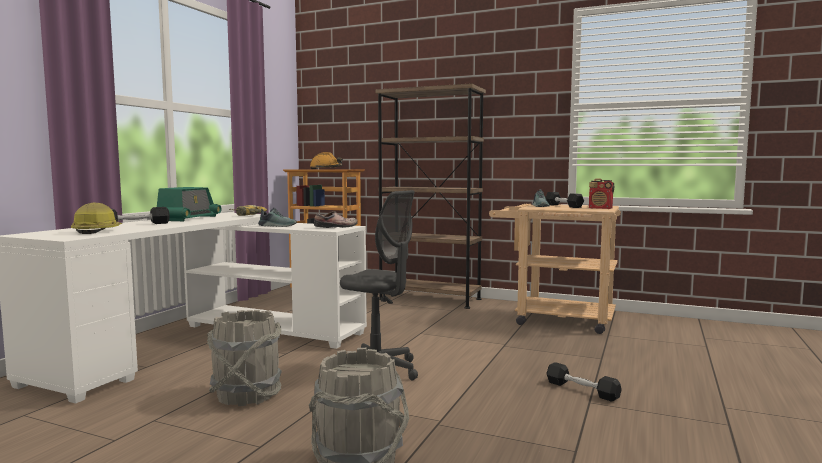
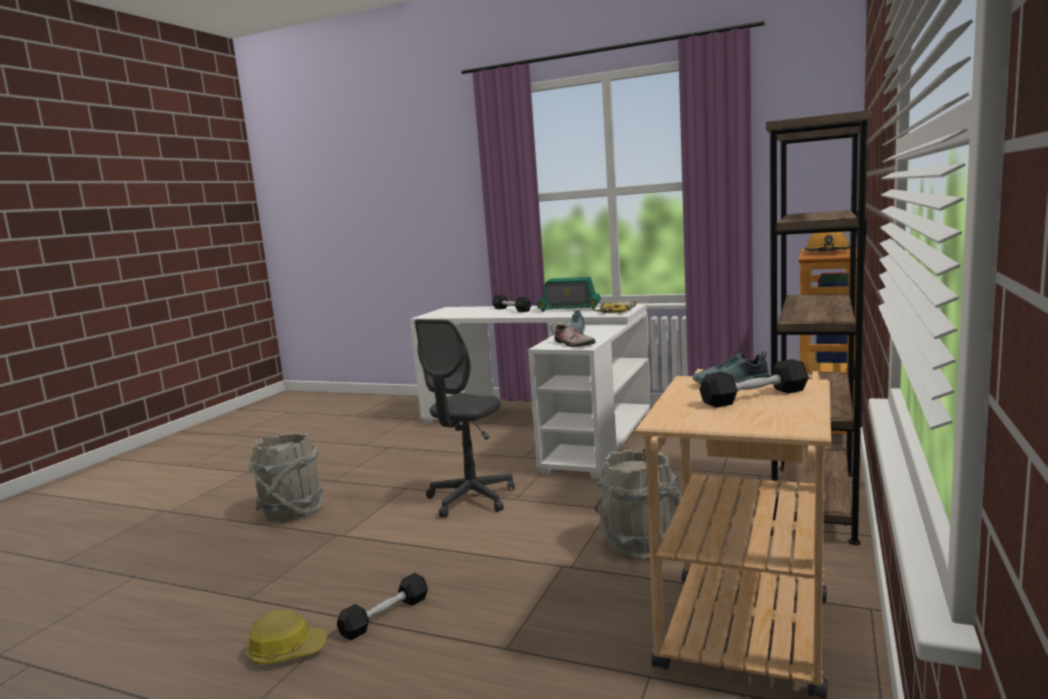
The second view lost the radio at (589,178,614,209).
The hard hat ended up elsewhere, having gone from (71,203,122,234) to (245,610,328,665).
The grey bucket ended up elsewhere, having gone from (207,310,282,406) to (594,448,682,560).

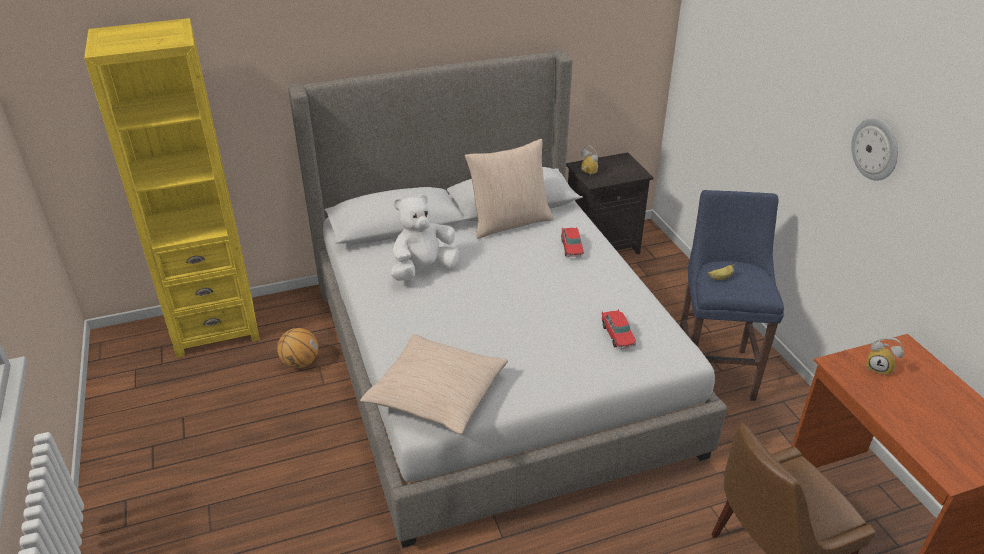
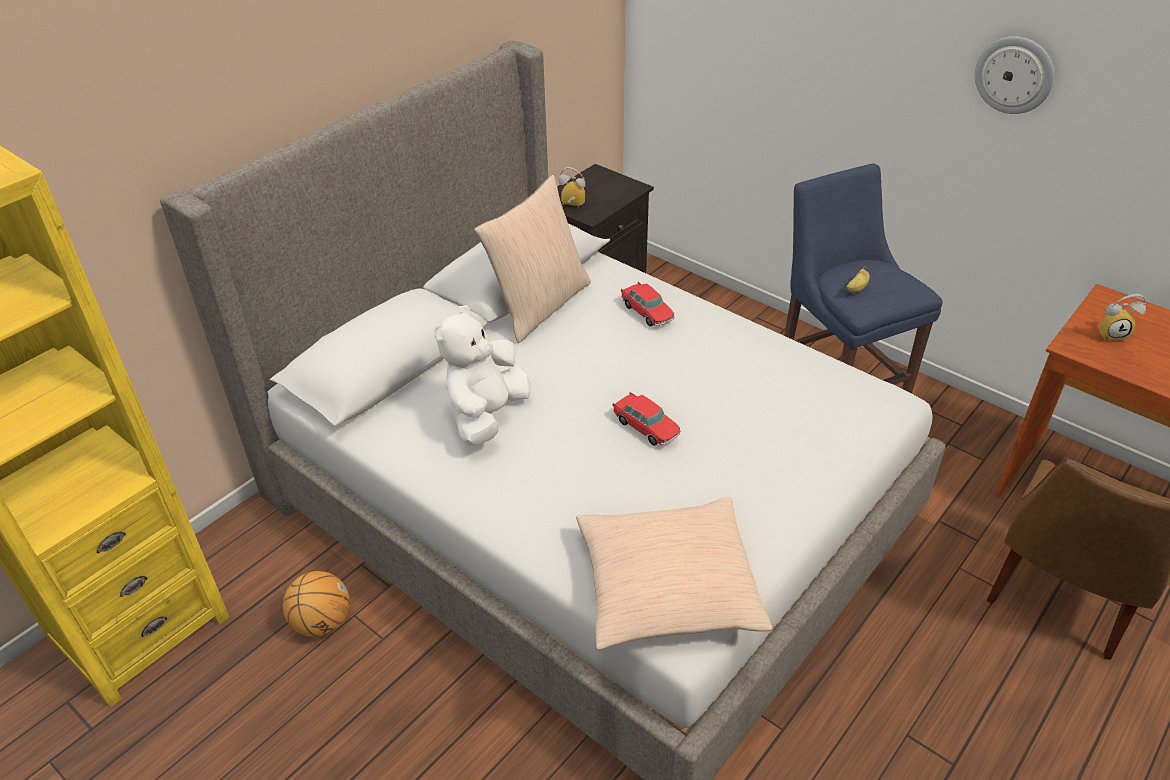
The miniature car ended up elsewhere, having gone from (602,309,636,349) to (612,392,681,446).

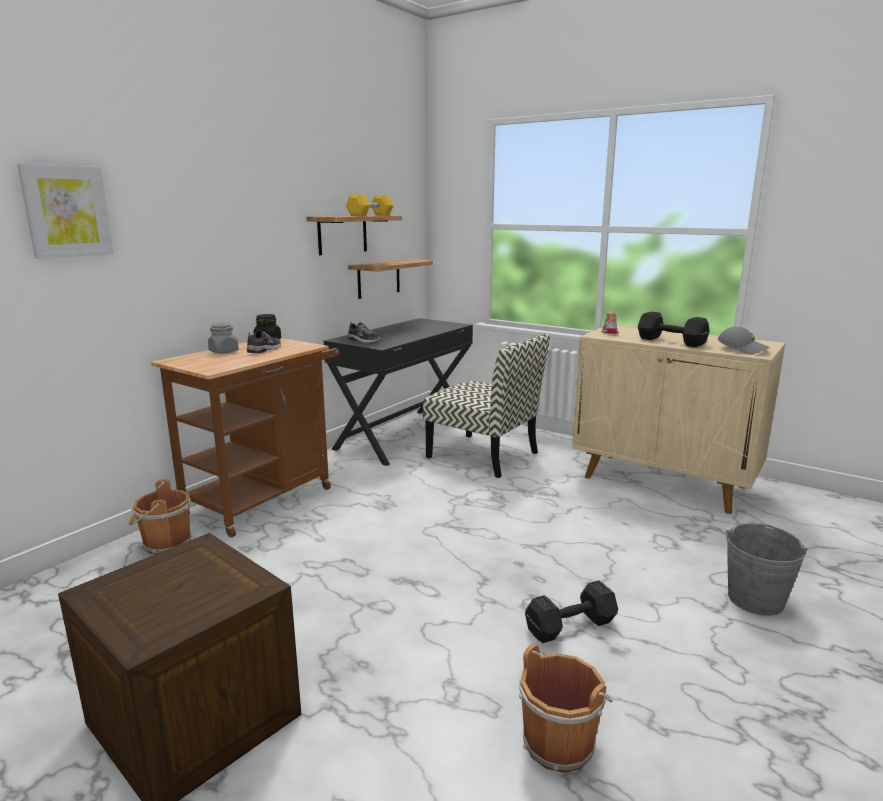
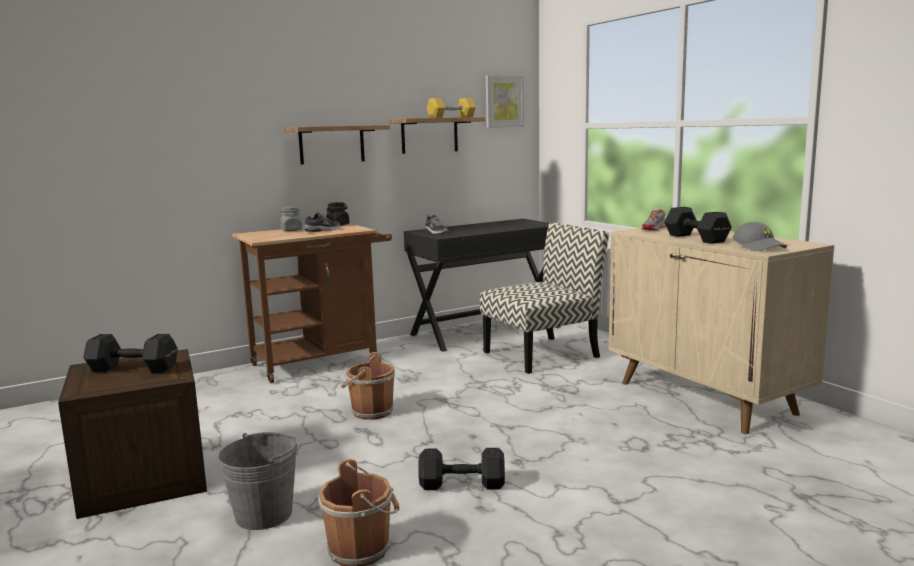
The picture ended up elsewhere, having gone from (17,163,114,259) to (486,75,524,128).
The wall shelf ended up elsewhere, having gone from (348,259,433,299) to (285,125,390,164).
The plain chair at (423,333,550,478) ended up facing another way, 90 degrees counterclockwise from before.
The brown-coloured bucket ended up elsewhere, having gone from (129,479,191,554) to (341,352,395,420).
The grey bucket ended up elsewhere, having gone from (726,523,808,616) to (218,432,297,530).
The second view gained the black dumbbell at (83,334,178,373).

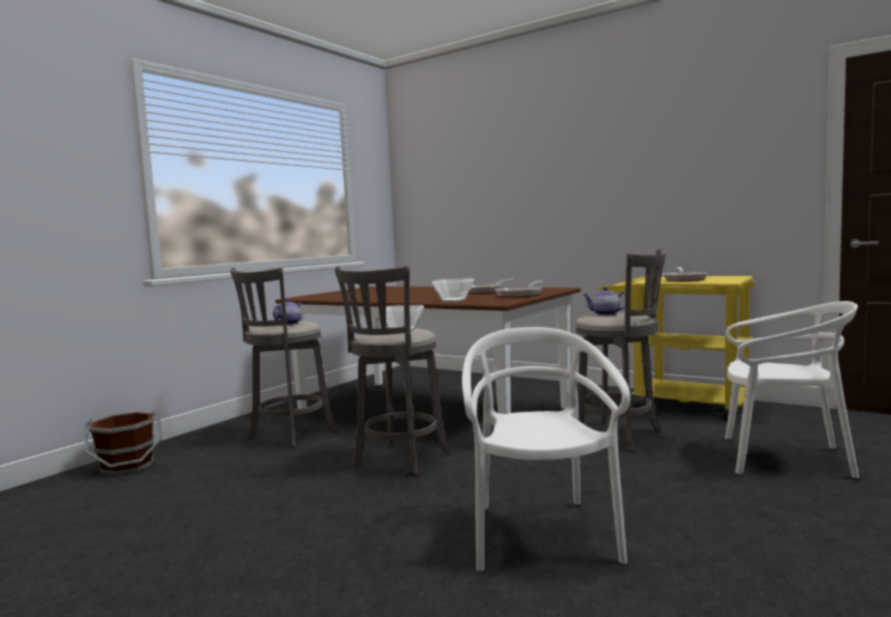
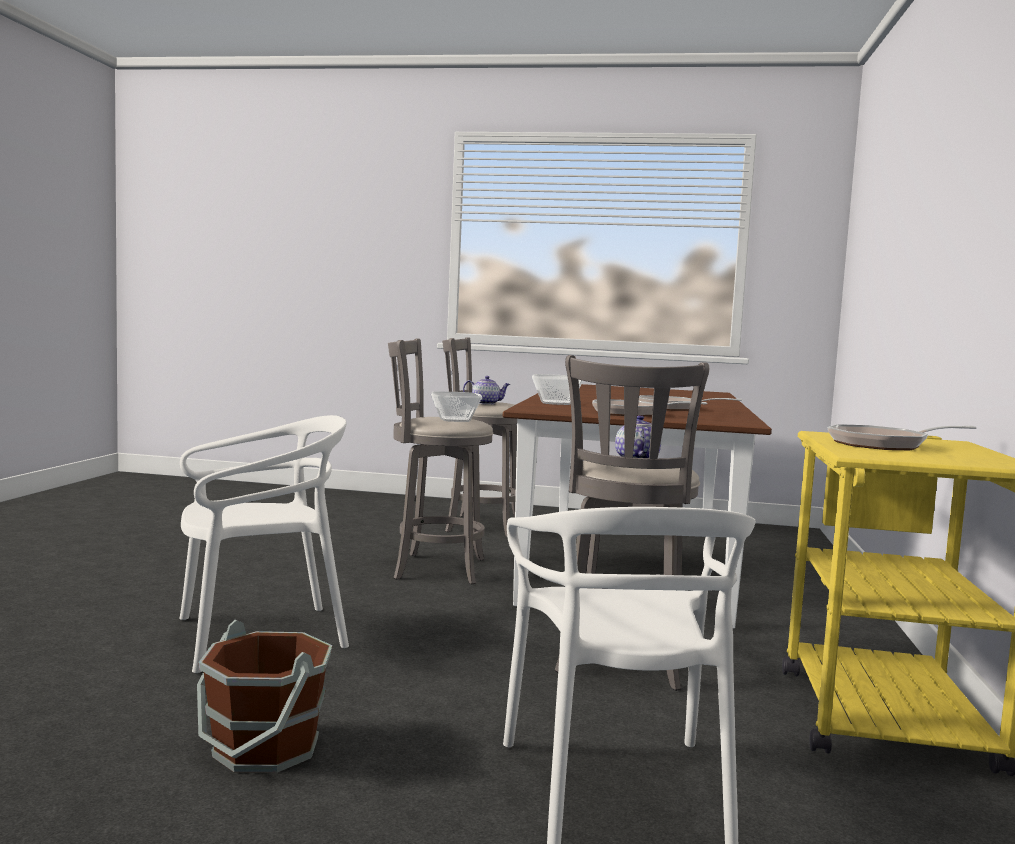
The brown-coloured bucket ended up elsewhere, having gone from (84,407,162,475) to (197,620,332,773).

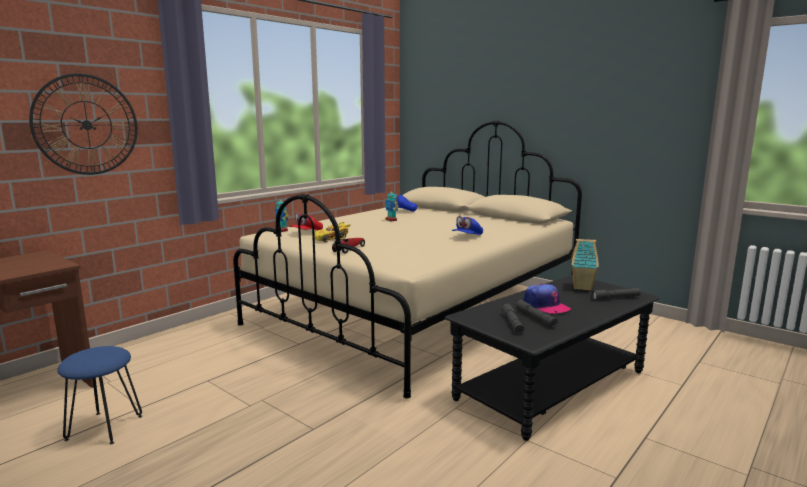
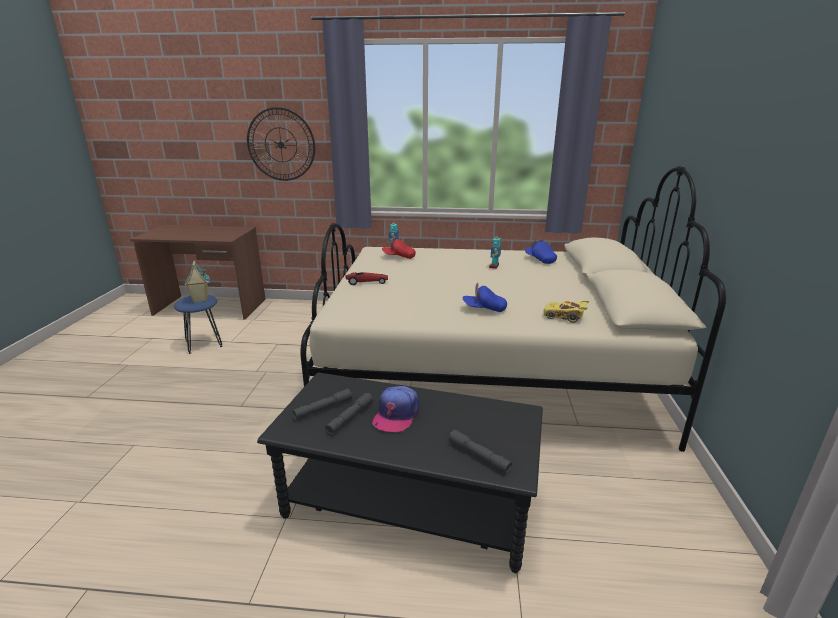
The yellow-coloured miniature car ended up elsewhere, having gone from (314,222,351,242) to (544,301,589,323).
The miniature house ended up elsewhere, having gone from (571,239,599,291) to (184,261,210,303).

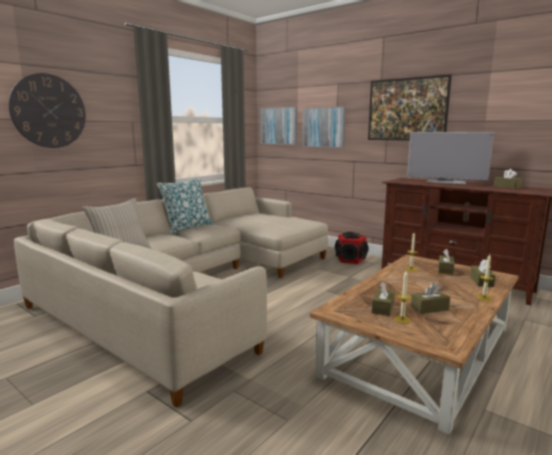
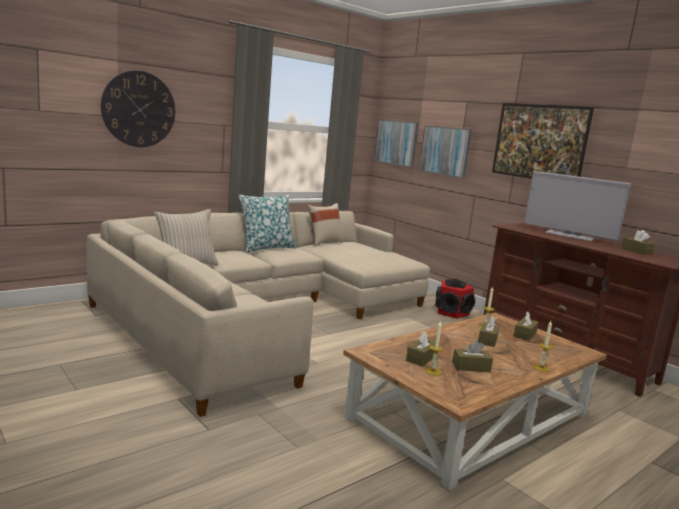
The brown-coloured box of tissues ended up elsewhere, having gone from (470,259,495,287) to (478,316,500,347).
The second view gained the beige-coloured cushion at (307,203,343,247).

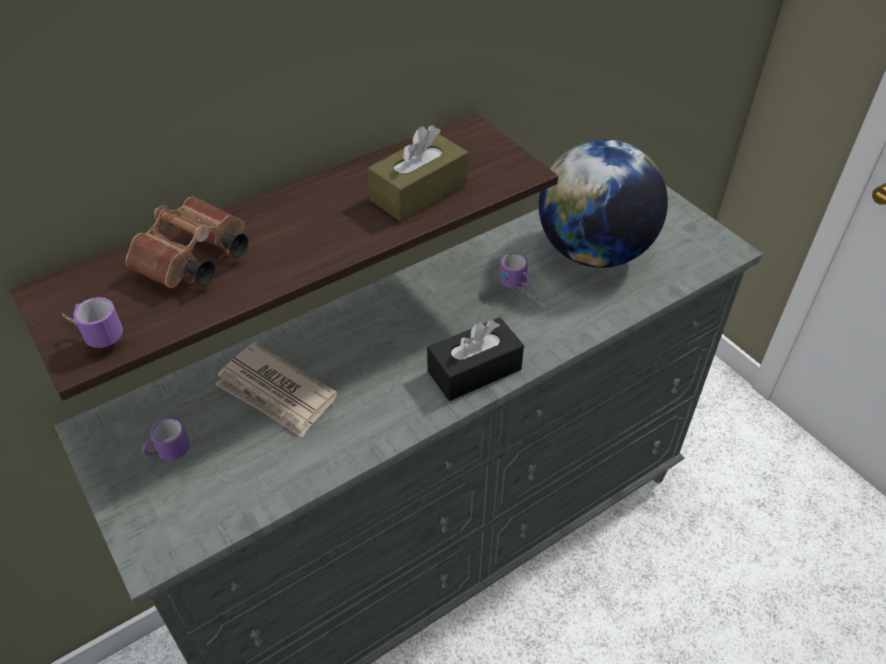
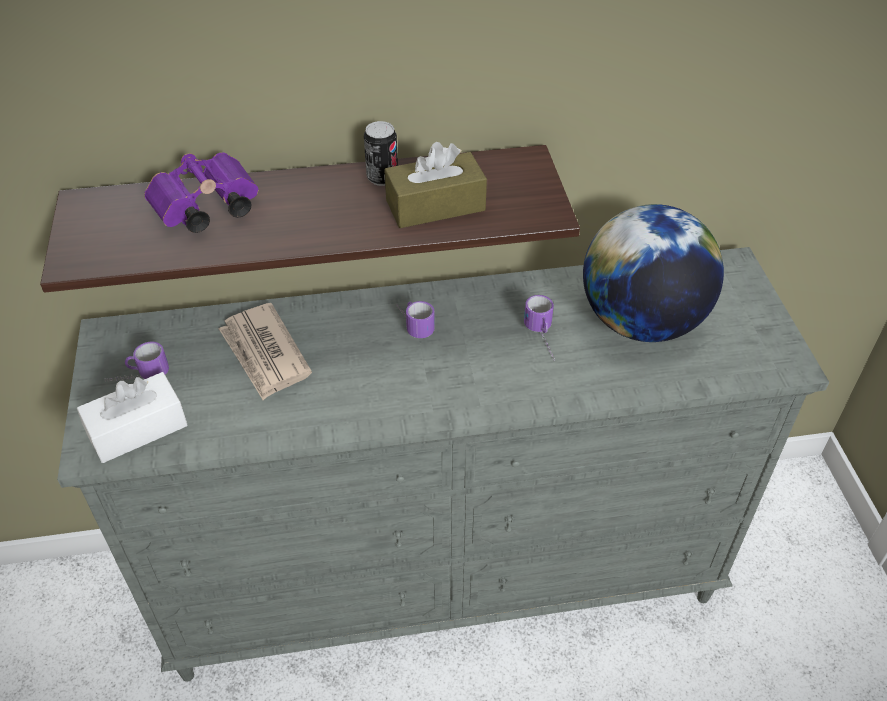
What was the brown-coloured field glasses at (125,196,248,288) turned into the purplish field glasses at (144,152,258,233).
The mug ended up elsewhere, having gone from (62,297,123,348) to (396,301,435,338).
The second view lost the black box of tissues at (427,317,524,401).
The second view gained the can at (364,121,398,186).
The second view gained the white-coloured box of tissues at (77,372,187,463).

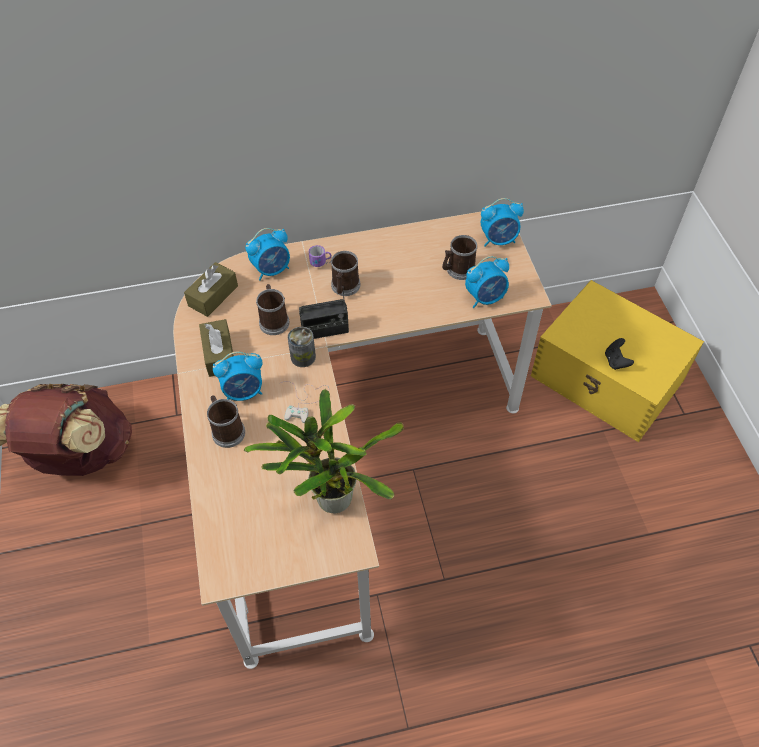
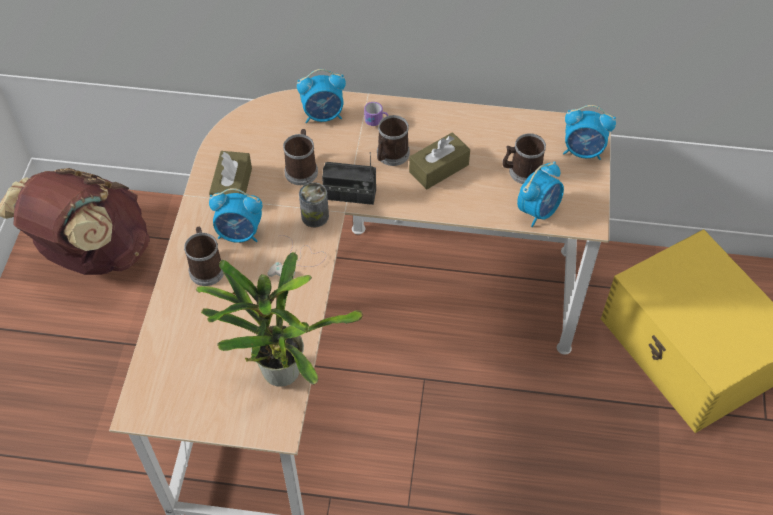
The bedside clock at (465,256,509,308) ended up facing another way, 45 degrees counterclockwise from before.
The brown-coloured box of tissues ended up elsewhere, having gone from (184,262,238,317) to (409,132,470,189).
The second view lost the black game controller at (605,338,634,370).

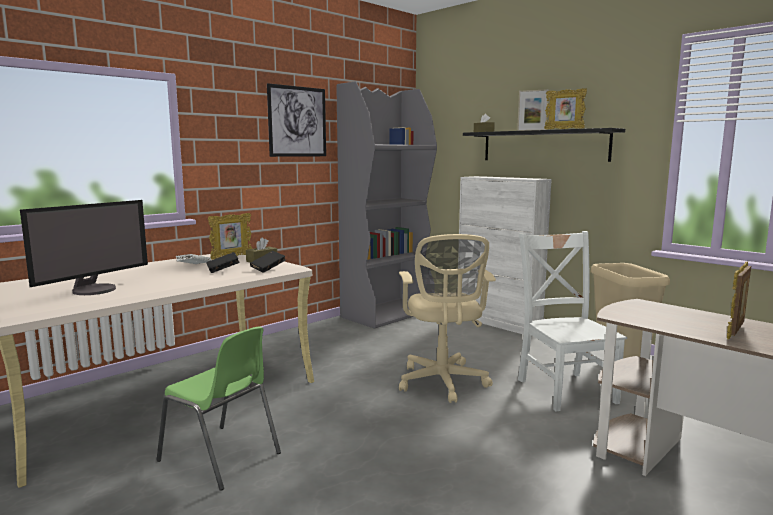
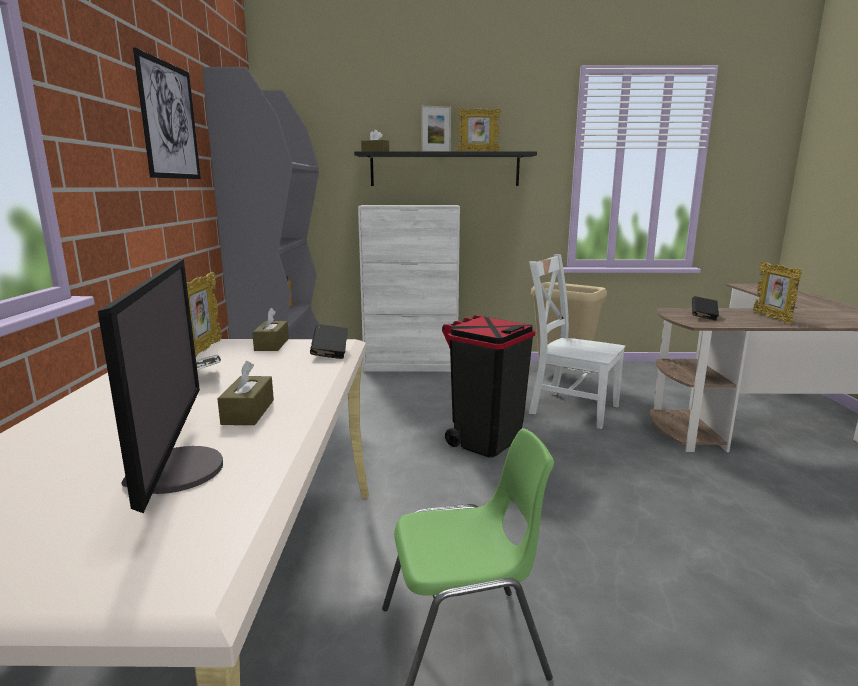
Where the beige-coloured desk chair stood at (399,234,496,403), the black waste bin came to stand at (442,315,535,458).
The black volume ended up elsewhere, having gone from (206,252,240,273) to (692,296,719,321).
The second view gained the brown-coloured box of tissues at (217,361,274,425).

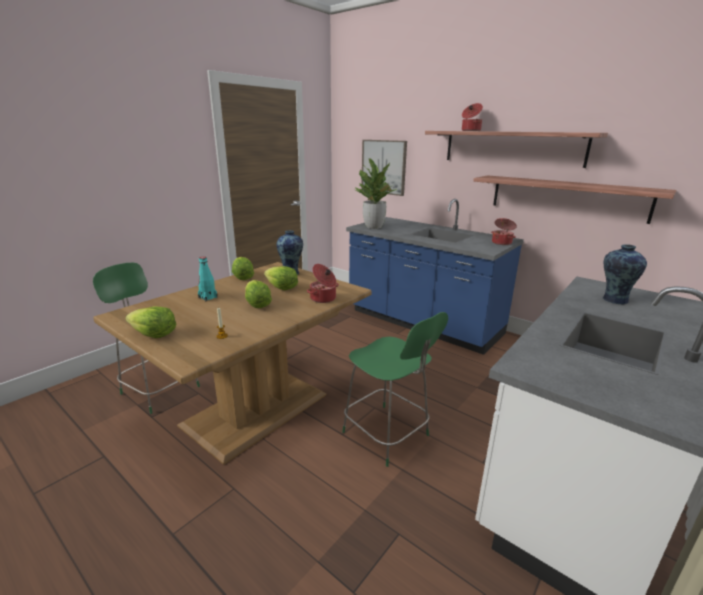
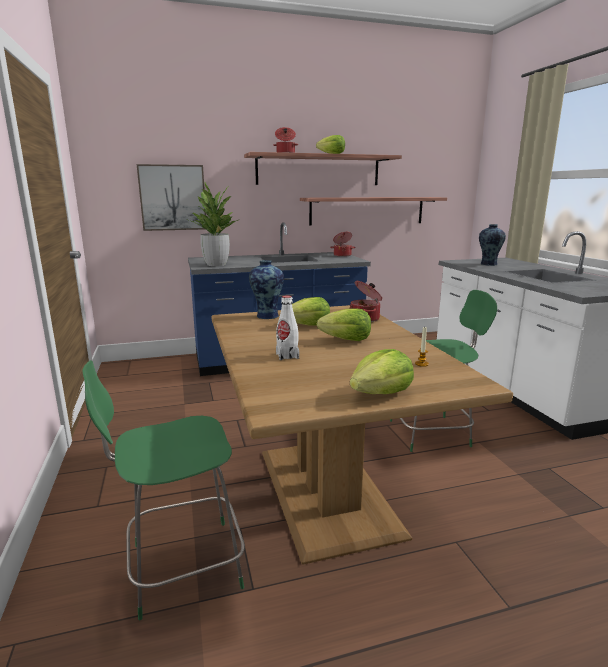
What was the blue-green drink bottle at (198,257,218,301) turned into the white-coloured drink bottle at (276,295,299,360).
The lettuce ended up elsewhere, having gone from (232,257,254,280) to (316,135,345,154).

